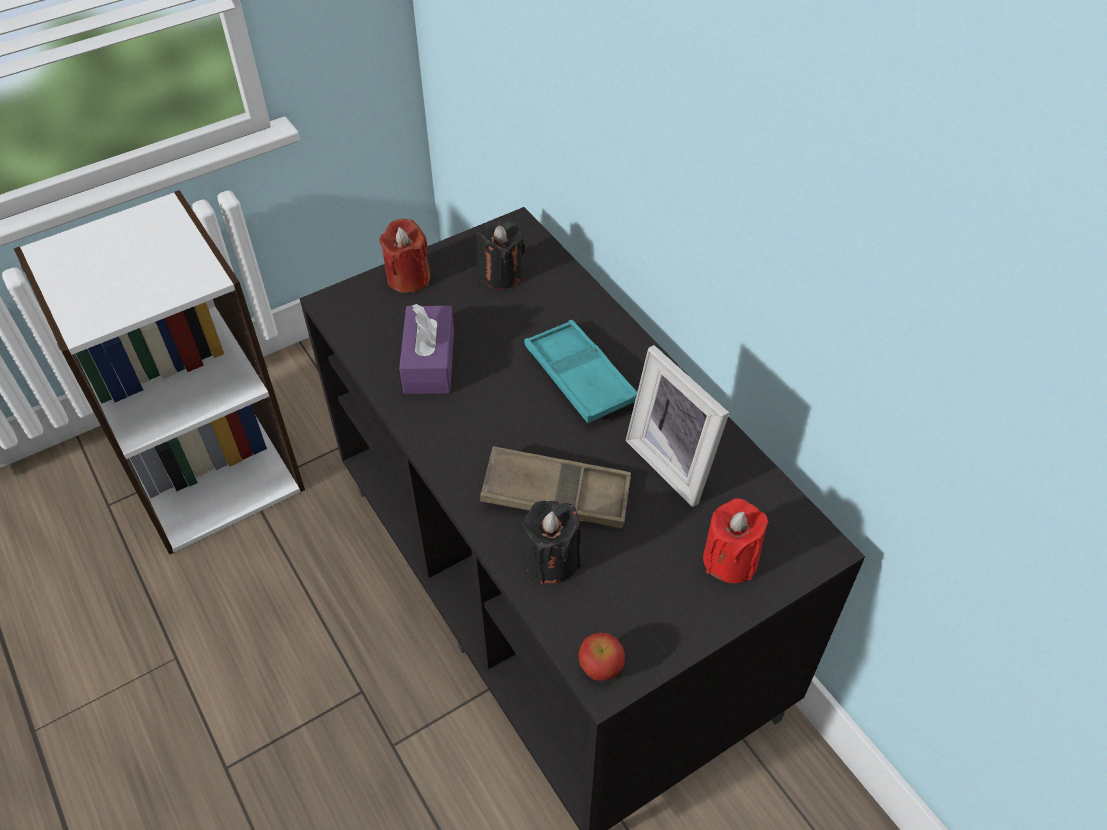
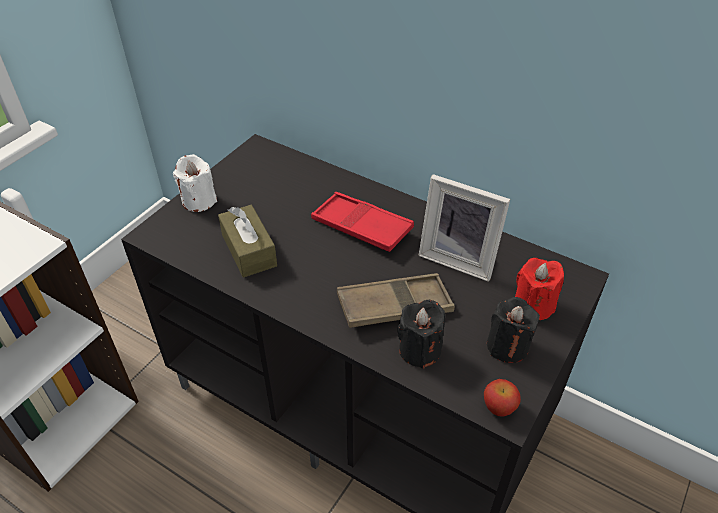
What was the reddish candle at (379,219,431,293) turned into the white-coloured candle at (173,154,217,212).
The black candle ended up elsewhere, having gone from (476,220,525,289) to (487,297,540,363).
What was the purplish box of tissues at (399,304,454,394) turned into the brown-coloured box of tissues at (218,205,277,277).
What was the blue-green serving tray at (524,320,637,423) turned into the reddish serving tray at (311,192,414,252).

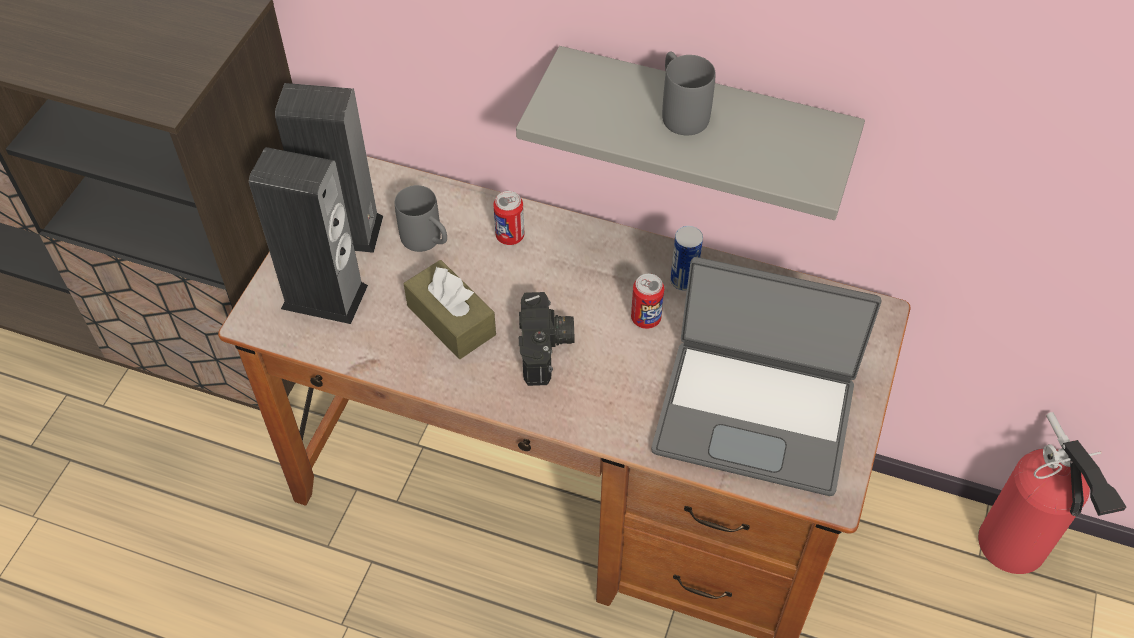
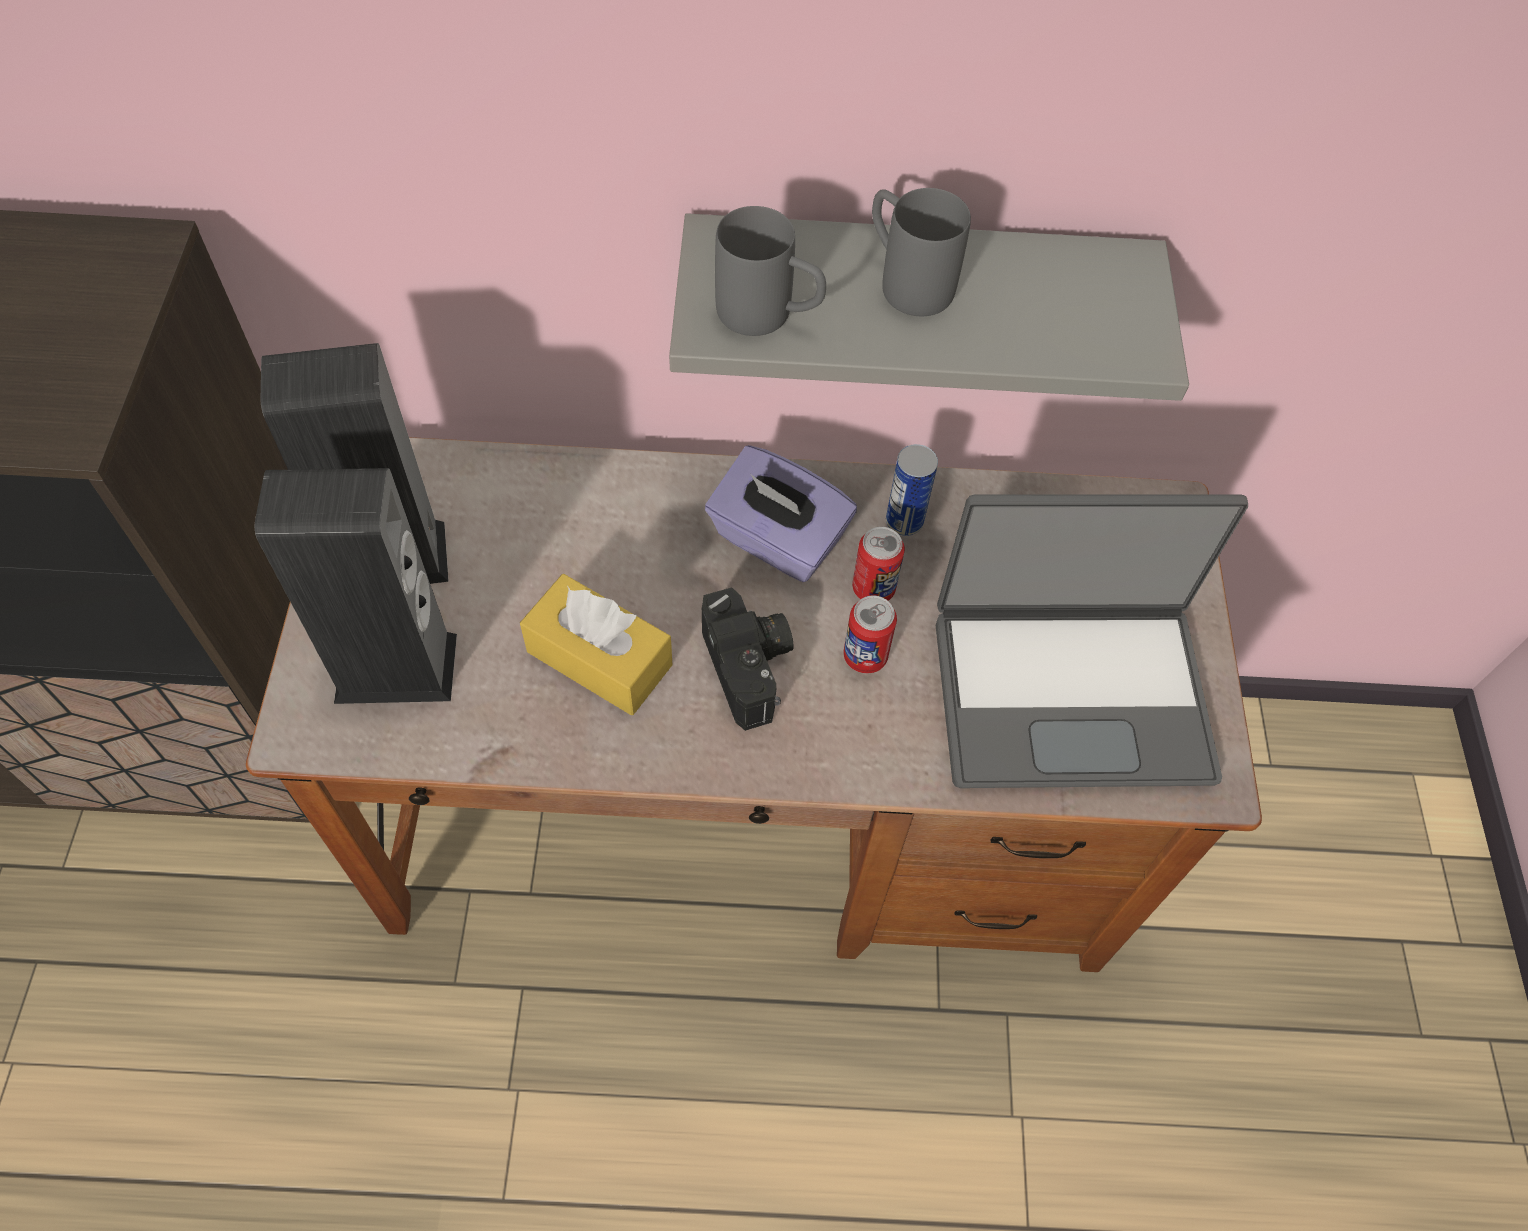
The grey mug ended up elsewhere, having gone from (395,185,447,252) to (715,206,826,336).
The can ended up elsewhere, having gone from (493,191,524,245) to (843,595,897,673).
What was the brown-coloured box of tissues at (404,260,496,359) turned into the yellow-coloured box of tissues at (520,574,672,715).
The second view lost the extinguisher at (978,412,1126,574).
The second view gained the purplish box of tissues at (705,445,857,582).

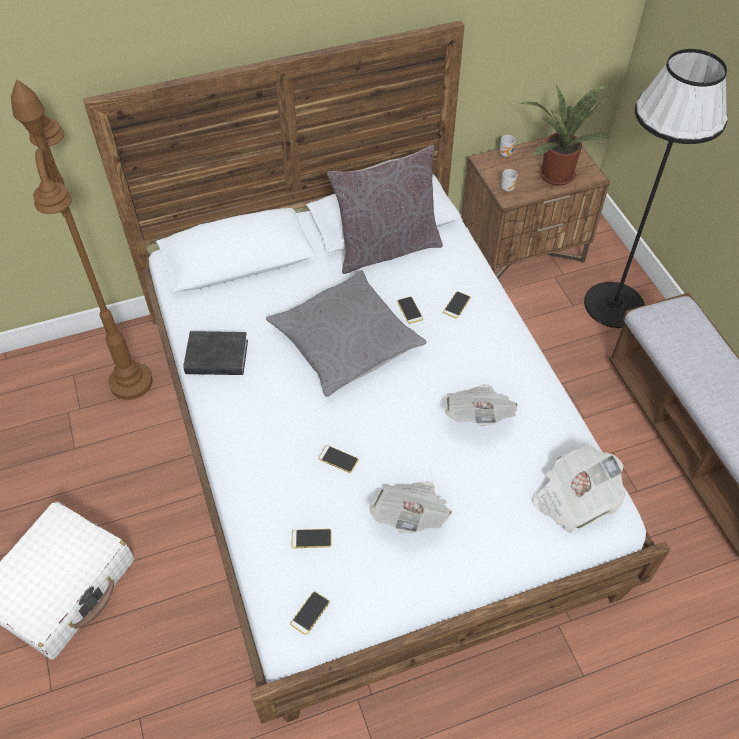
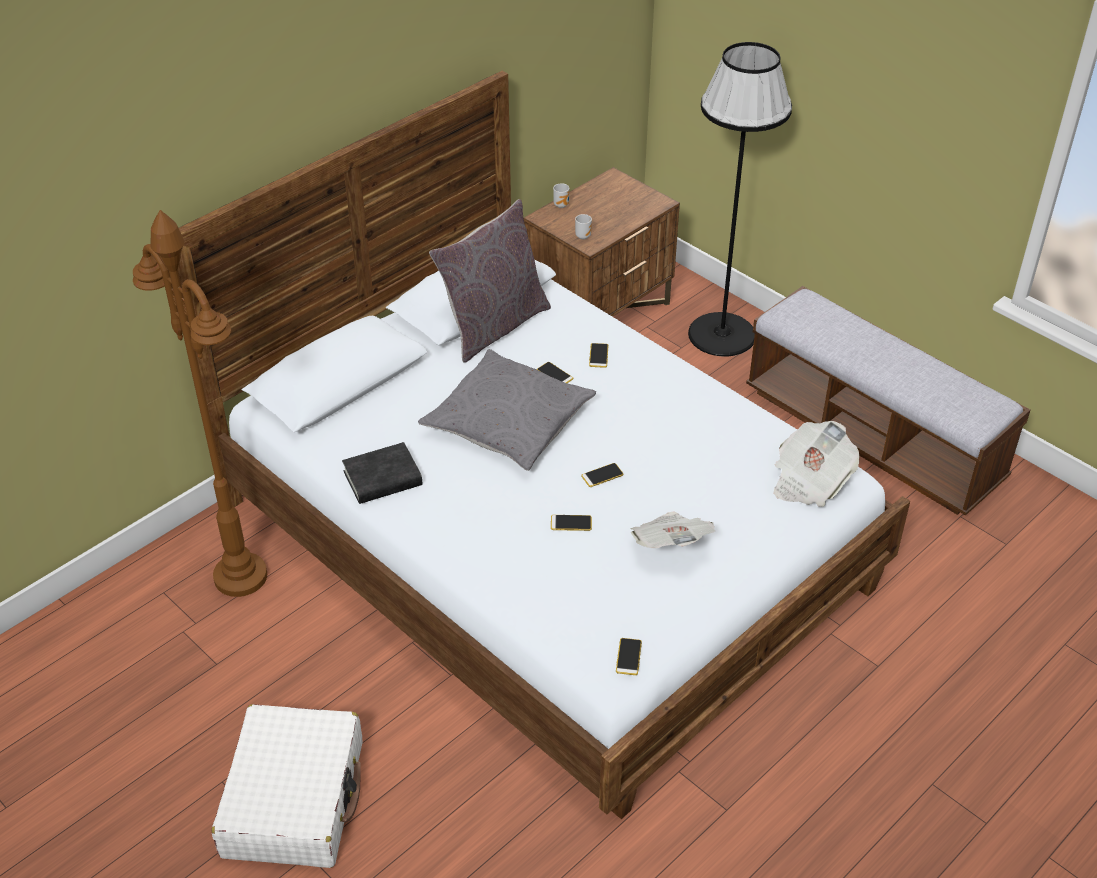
The second view lost the plant in a pot at (519,84,612,186).
The second view lost the newspaper at (445,384,518,426).
The phone ended up elsewhere, having gone from (292,529,332,548) to (581,463,624,487).

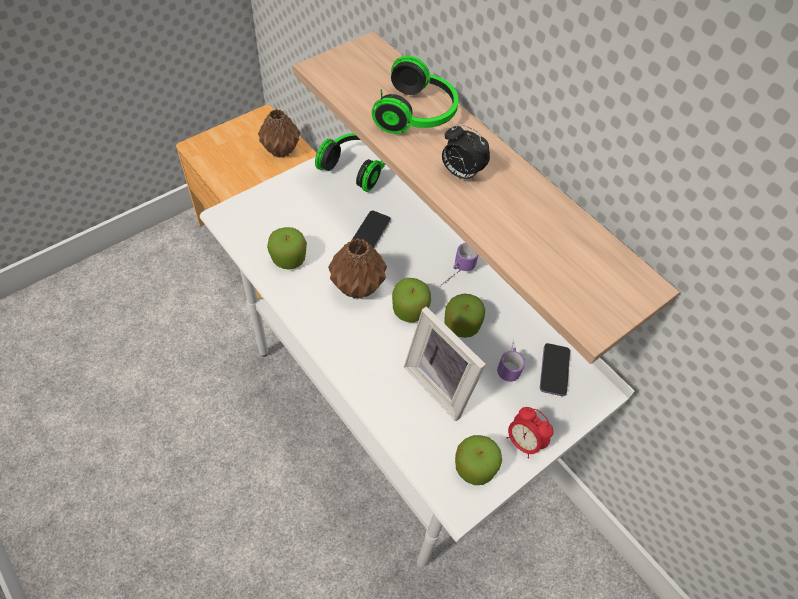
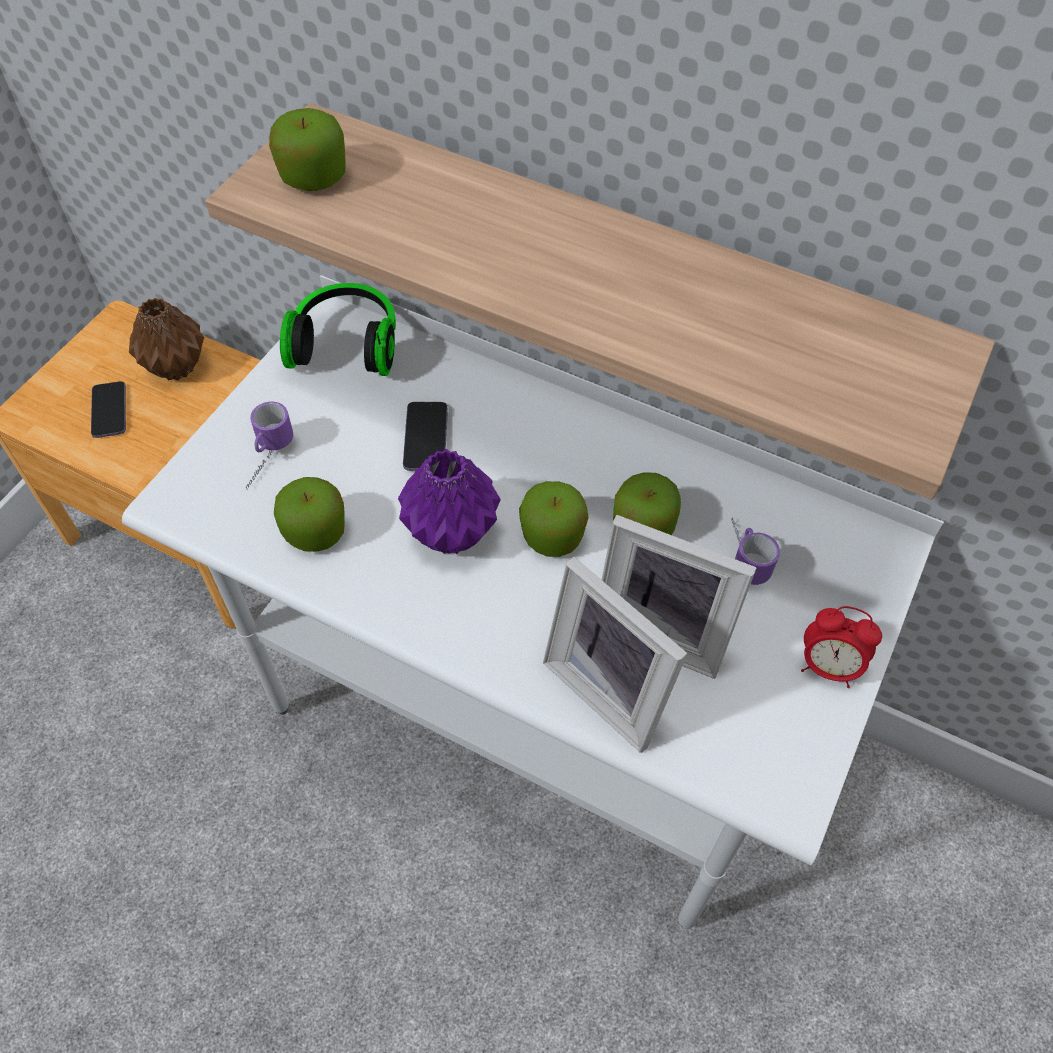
The second view lost the headset at (371,56,459,134).
The second view lost the bedside clock at (442,124,490,181).
What was the brown-coloured vase at (328,238,387,299) turned into the purplish vase at (398,449,501,554).
The mug ended up elsewhere, having gone from (440,243,478,286) to (246,402,294,490).
The phone ended up elsewhere, having gone from (540,343,570,396) to (91,381,126,438).
The apple ended up elsewhere, having gone from (455,435,502,485) to (269,108,346,191).
The second view gained the standing frame at (543,557,688,753).

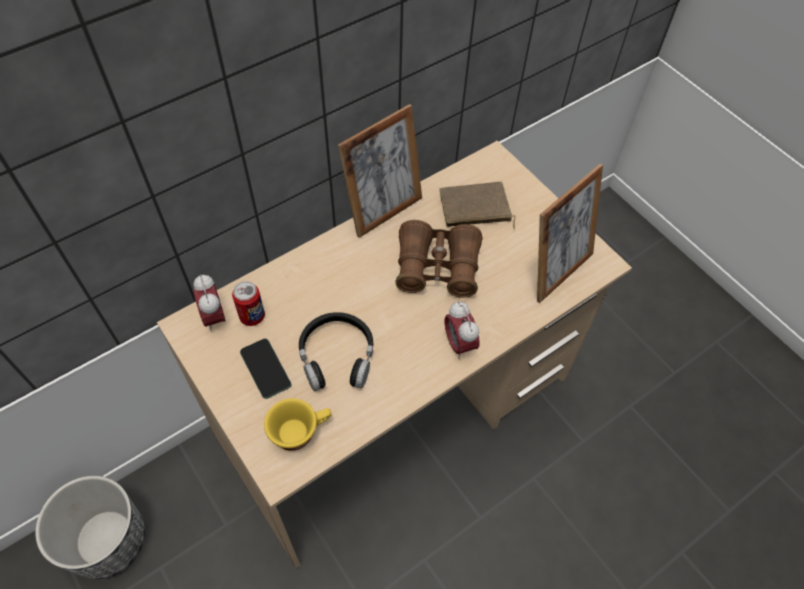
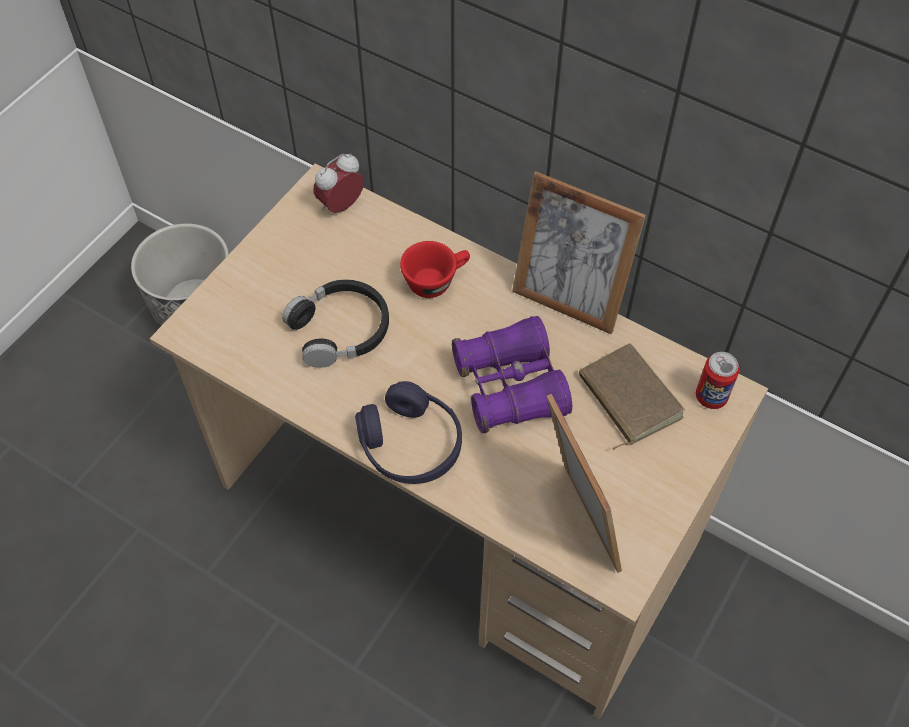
The standing frame at (537,164,603,303) ended up facing another way, 135 degrees counterclockwise from before.
What was the brown-coloured field glasses at (395,220,482,298) turned into the purplish field glasses at (452,316,572,433).
The can ended up elsewhere, having gone from (232,281,265,326) to (696,352,739,409).
Where the bedside clock stood at (445,301,480,359), the purplish headset came to stand at (355,381,462,484).
The second view lost the phone at (240,339,291,399).
The second view lost the yellow-coloured drinking cup at (264,398,331,451).
The second view gained the reddish drinking cup at (400,241,470,298).

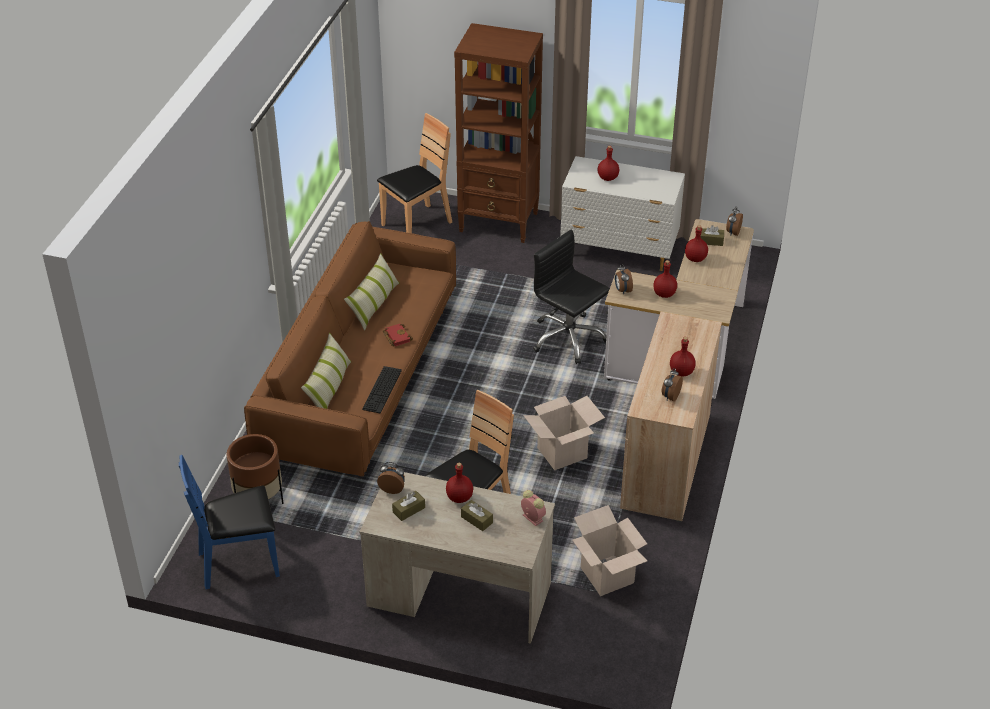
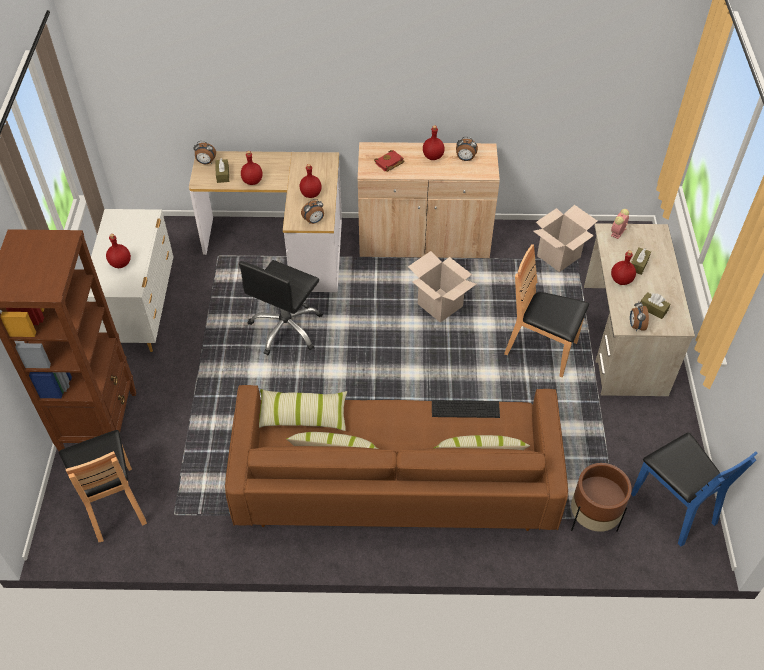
The brown-coloured plain chair at (377,113,452,233) ended up facing another way, 150 degrees counterclockwise from before.
The reddish volume ended up elsewhere, having gone from (383,323,413,346) to (374,150,405,171).
The second view gained the cushion at (259,389,347,431).

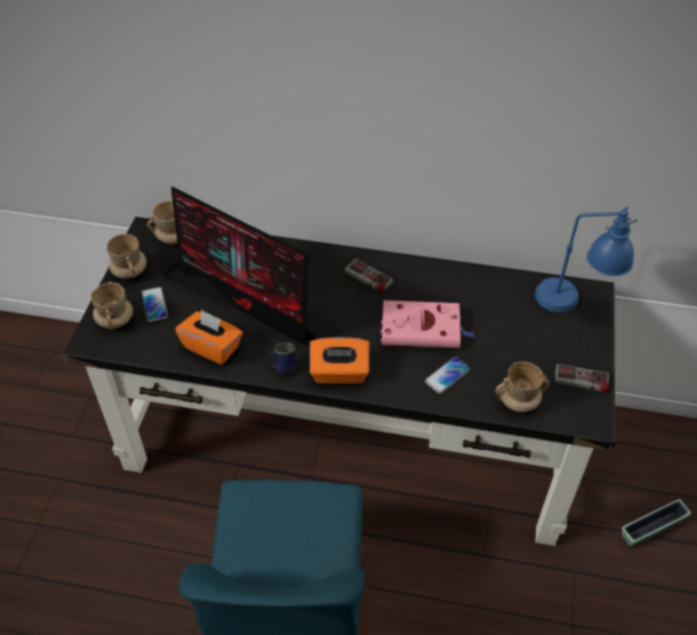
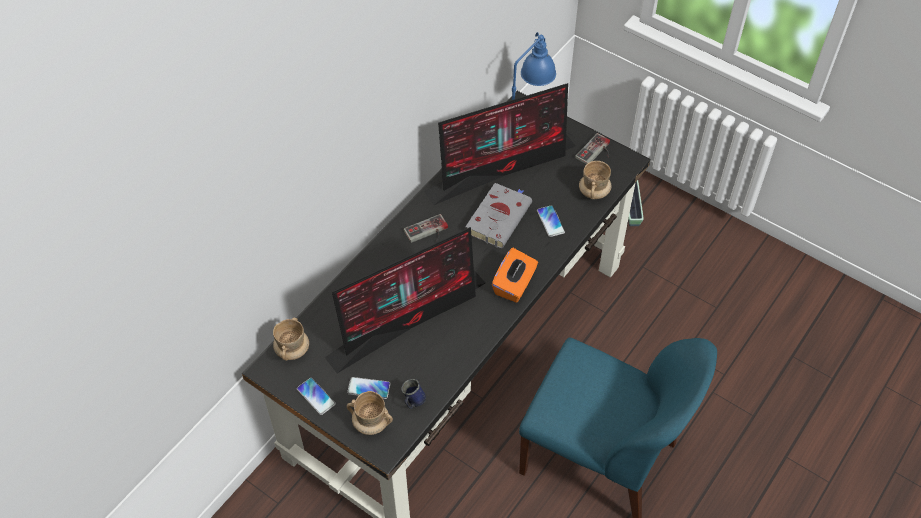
Where the beige-coloured mug stood at (107,234,147,279), the phone came to stand at (297,378,336,415).
What was the pinkish volume at (381,300,475,348) turned into the grey volume at (465,183,532,249).
The second view lost the orangey box of tissues at (175,309,243,365).
The bluish mug ended up elsewhere, having gone from (267,342,296,374) to (401,379,426,409).
The second view gained the monitor at (424,83,576,205).

